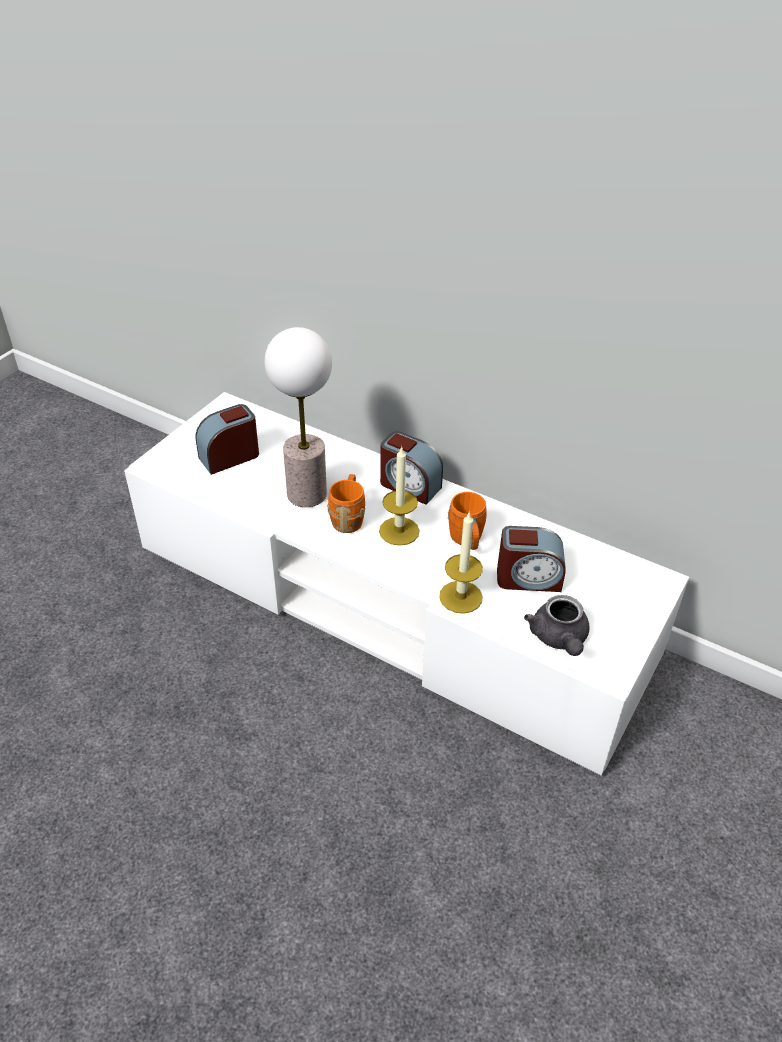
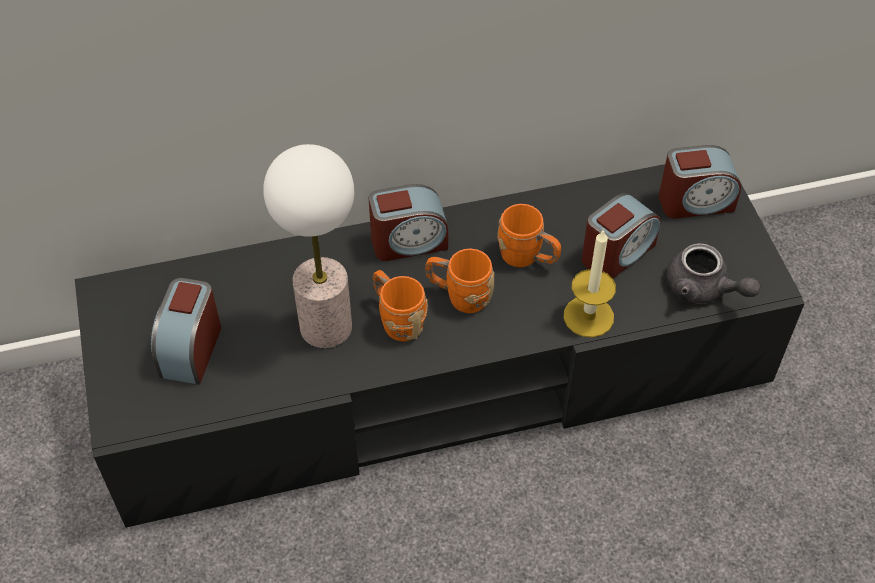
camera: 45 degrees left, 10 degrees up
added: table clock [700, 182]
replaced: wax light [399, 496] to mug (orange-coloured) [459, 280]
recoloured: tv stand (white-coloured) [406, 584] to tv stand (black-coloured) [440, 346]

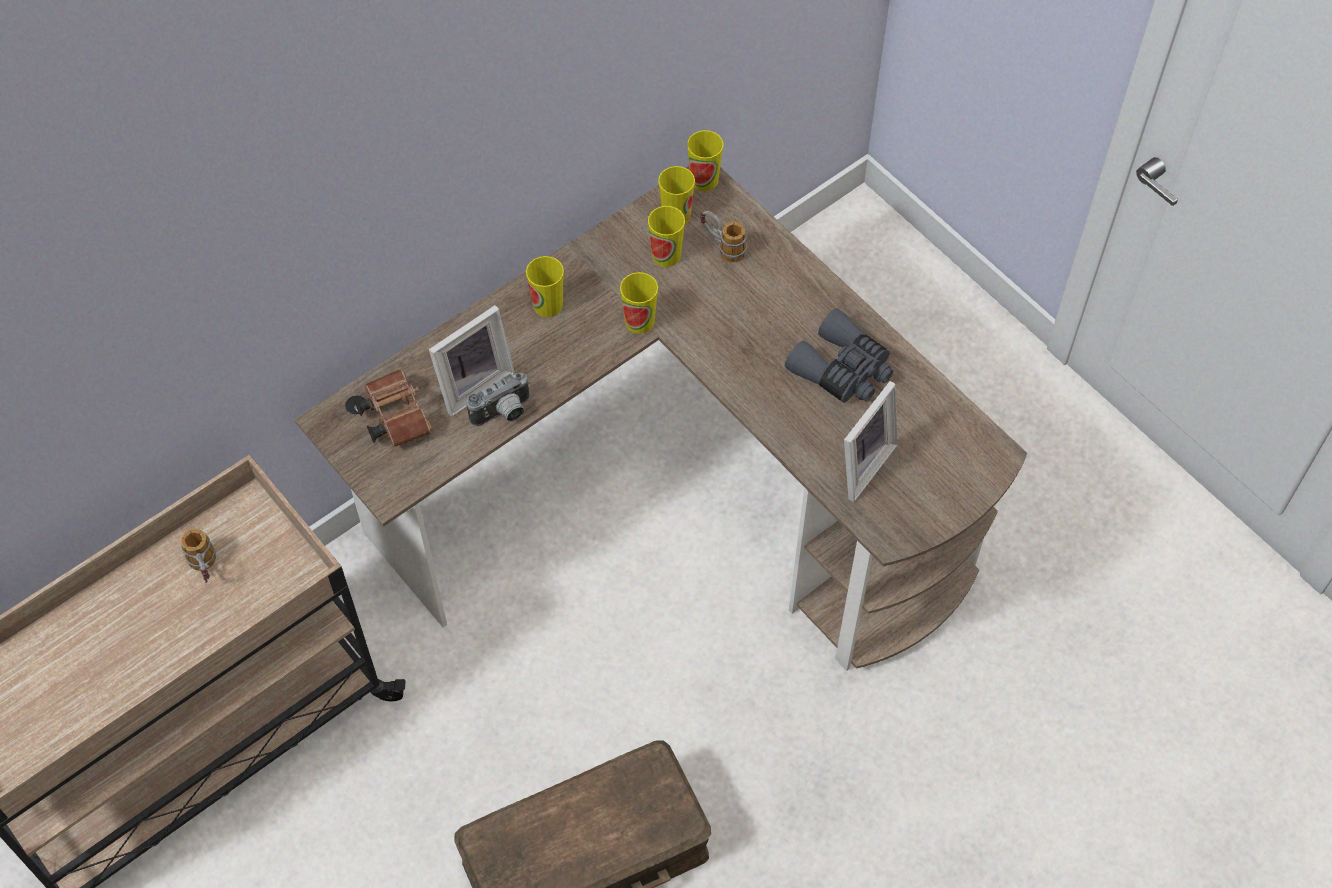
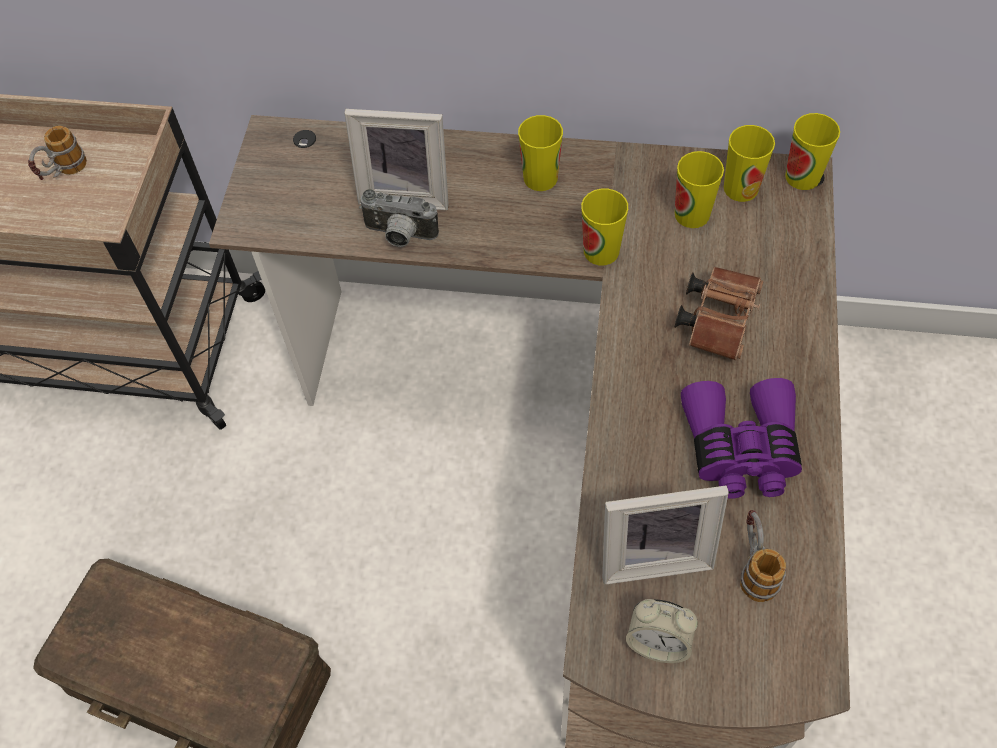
camera: 50 degrees right, 0 degrees up
added: table clock [662, 631]
moved: binoculars (brown-coloured) [393, 408] to [719, 314]; mug [723, 236] to [763, 556]
recoloured: binoculars (grey) [839, 355] to binoculars (purple-coloured) [741, 438]

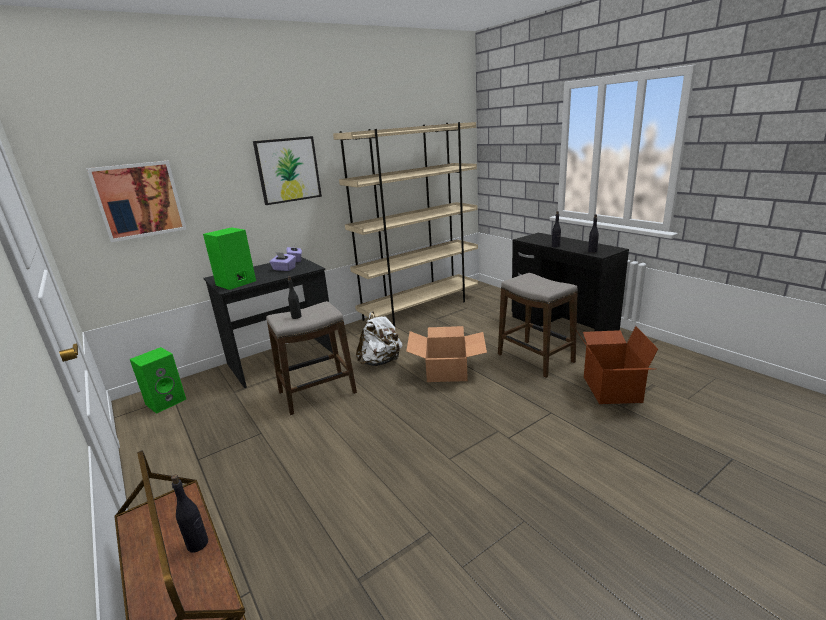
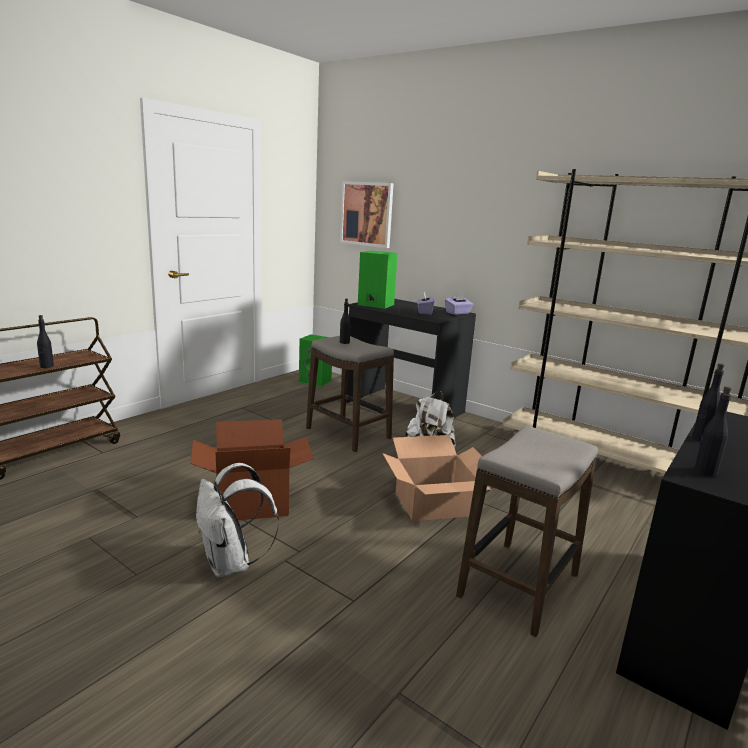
camera: 70 degrees right, 5 degrees down
removed: wall art [287, 170]
added: backpack (white-coloured) [237, 520]
moved: carton [617, 365] to [252, 469]

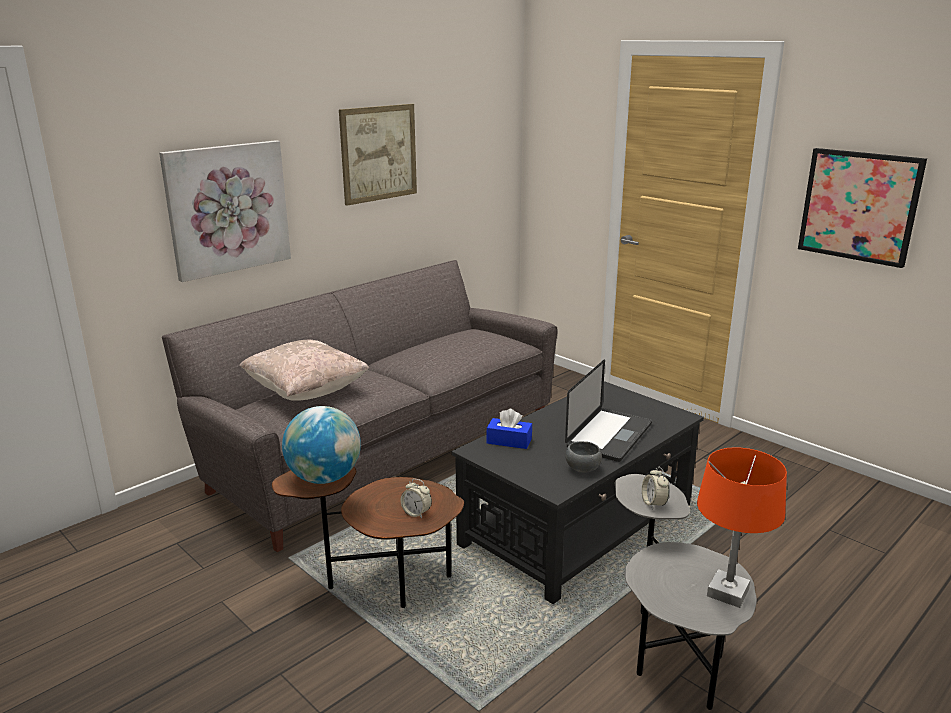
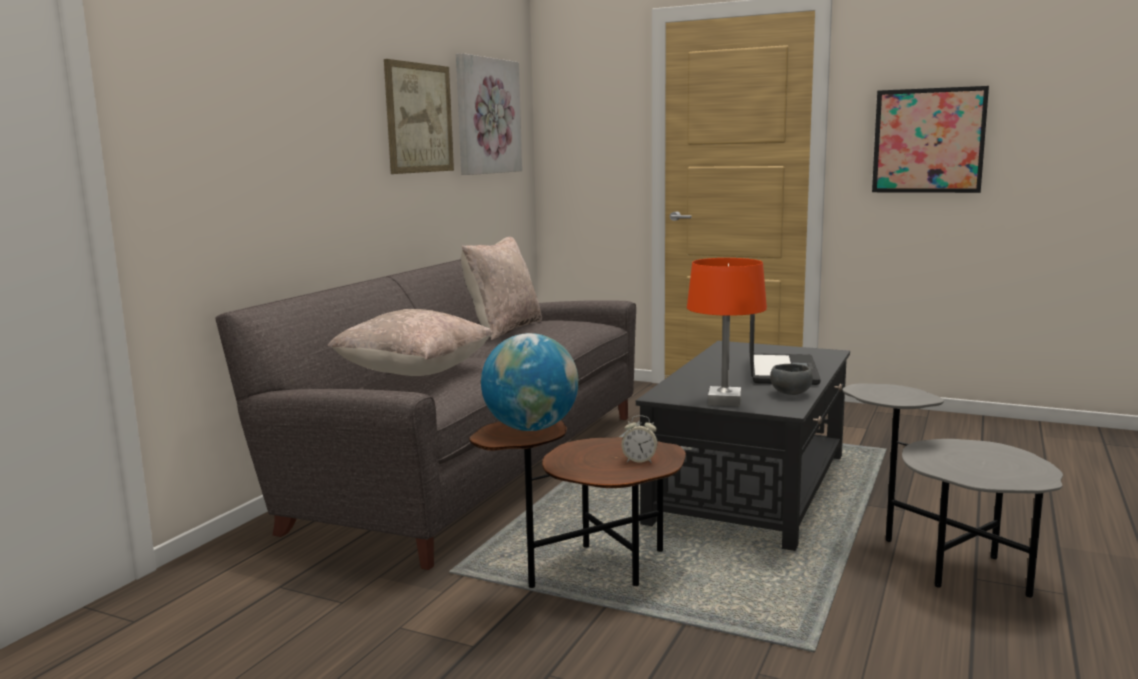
camera: 20 degrees left, 10 degrees down
removed: tissue box (blue) [509, 429]; table clock [655, 488]
added: throw pillow (beige) [501, 289]
moved: wall art [225, 211] to [489, 114]; lamp for a table (orange-coloured) [742, 527] to [727, 332]

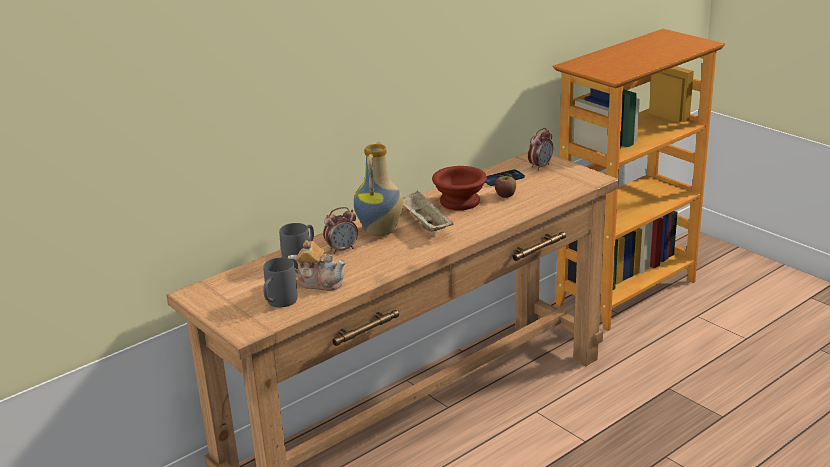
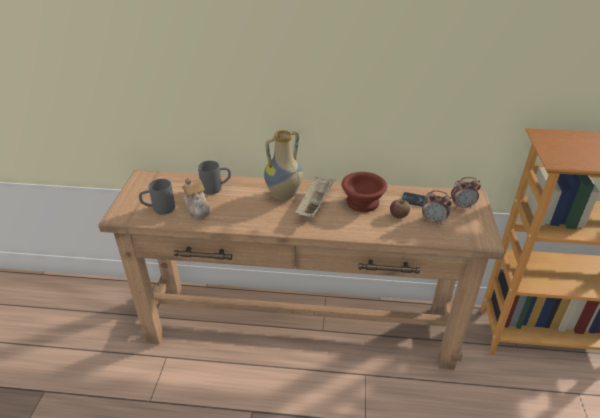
camera: 45 degrees right, 10 degrees up
moved: table clock [340, 230] to [437, 207]

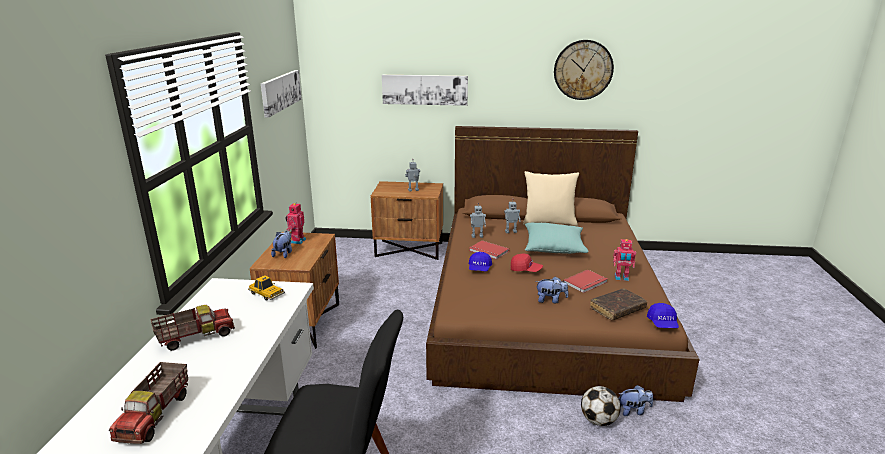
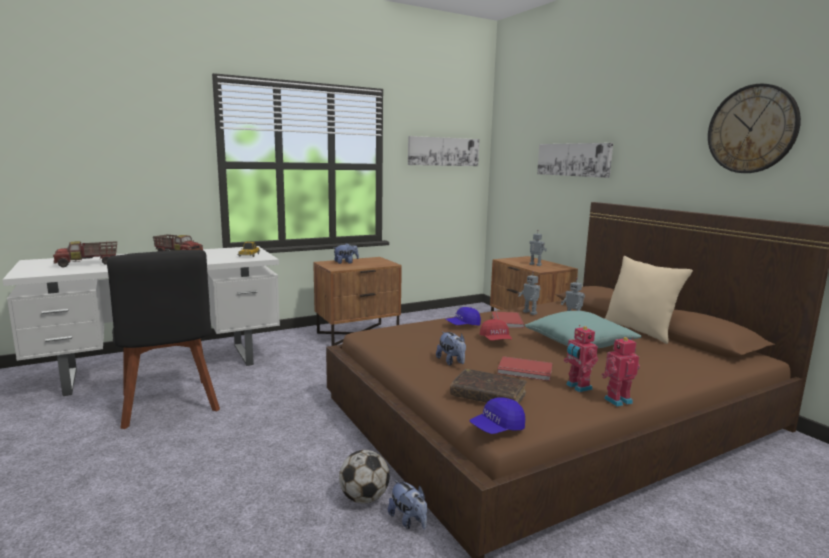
camera: 55 degrees right, 10 degrees down
moved: robot figure [296, 223] to [621, 372]

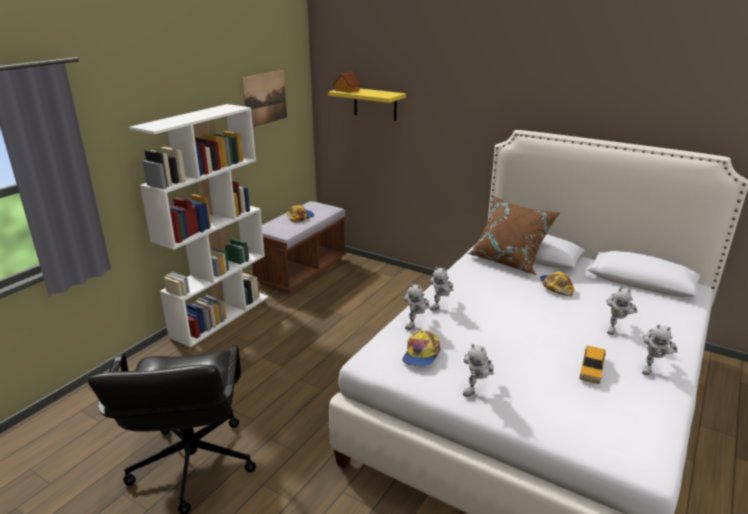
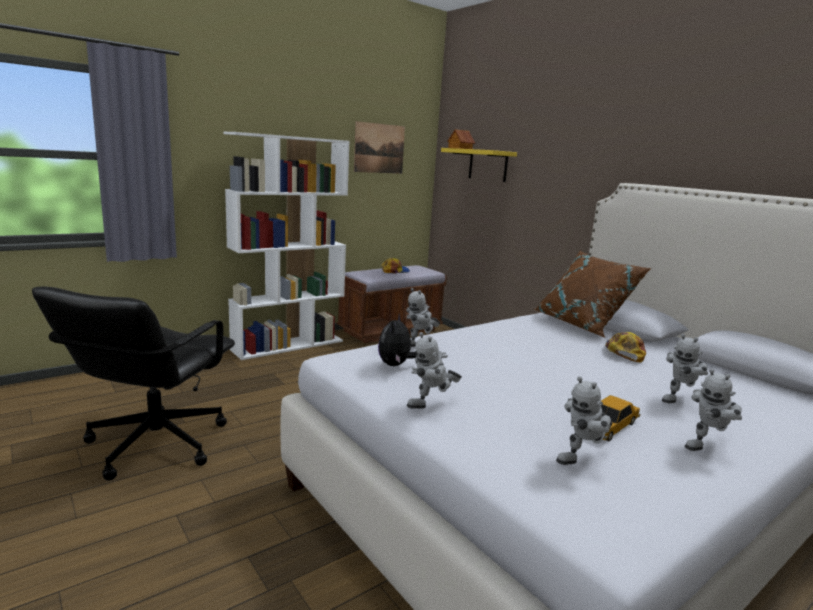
camera: 20 degrees right, 10 degrees down
moved: robot figure [441, 289] to [584, 420]
replaced: peaked cap [421, 348] to soft toy [397, 340]

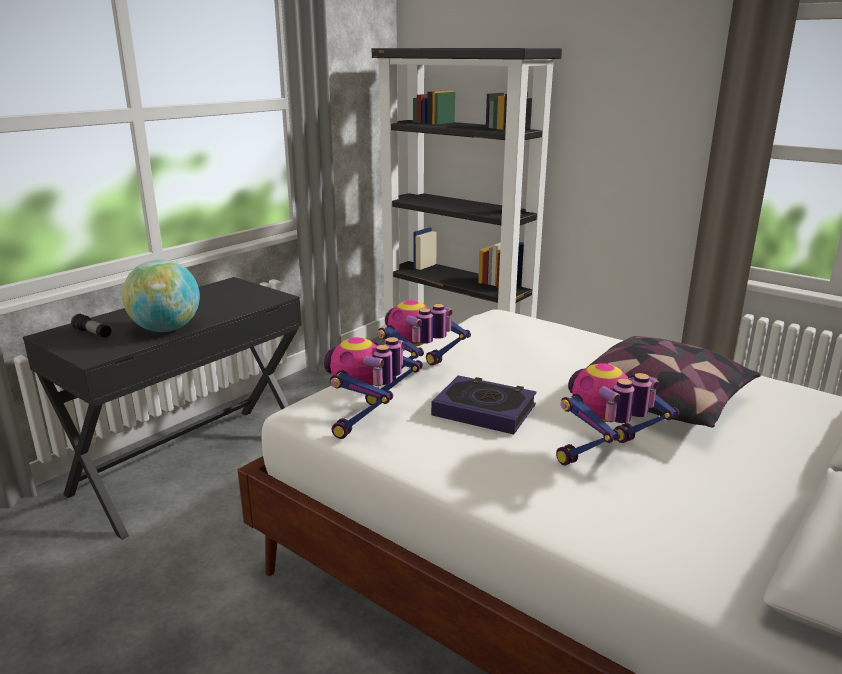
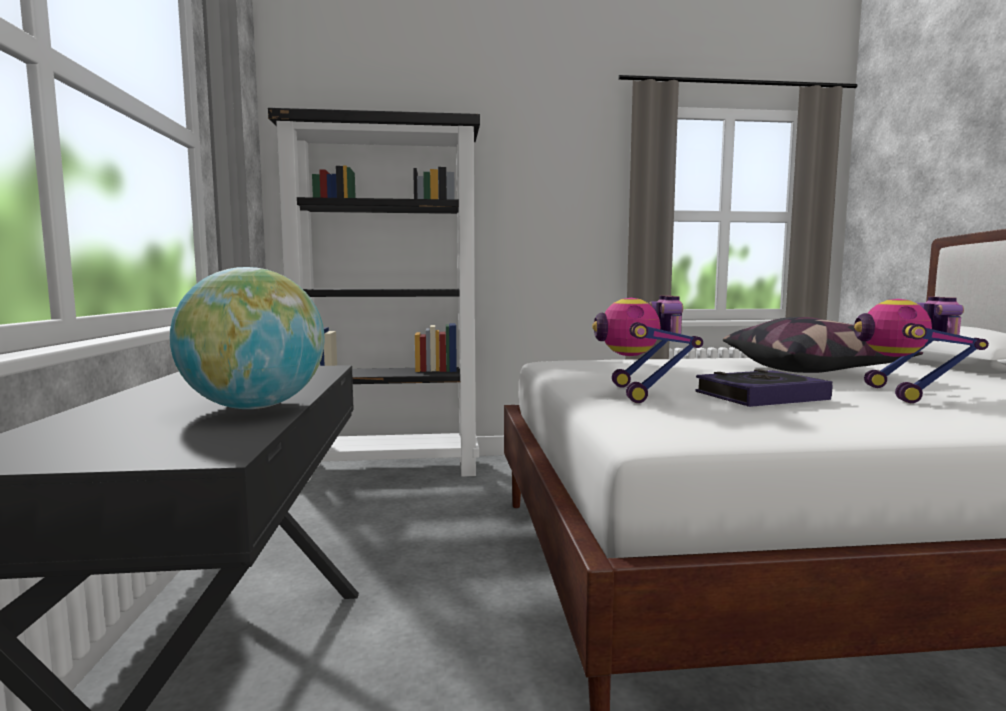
camera: 45 degrees left, 15 degrees down
removed: hand torch [91, 326]; robot figure [373, 388]

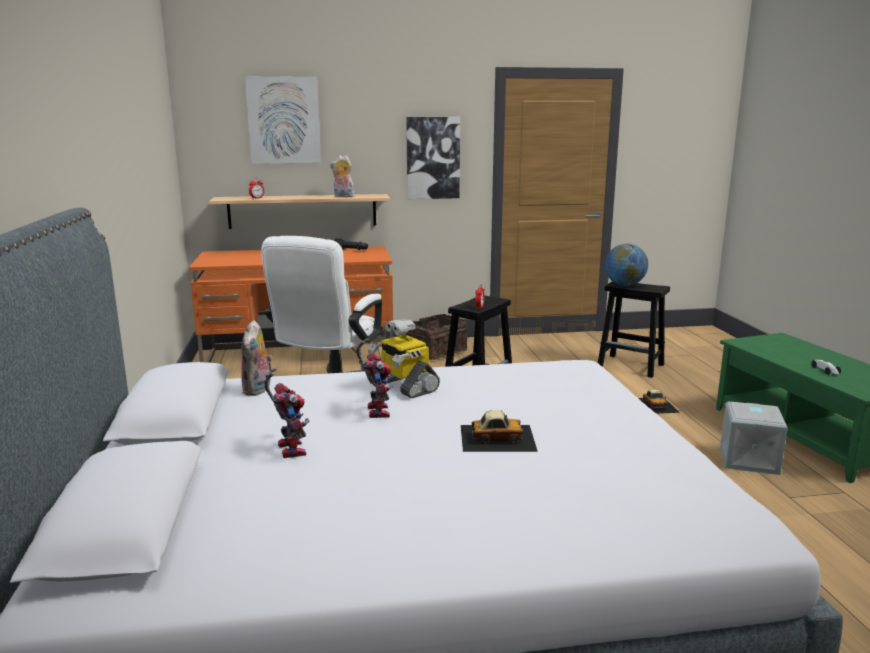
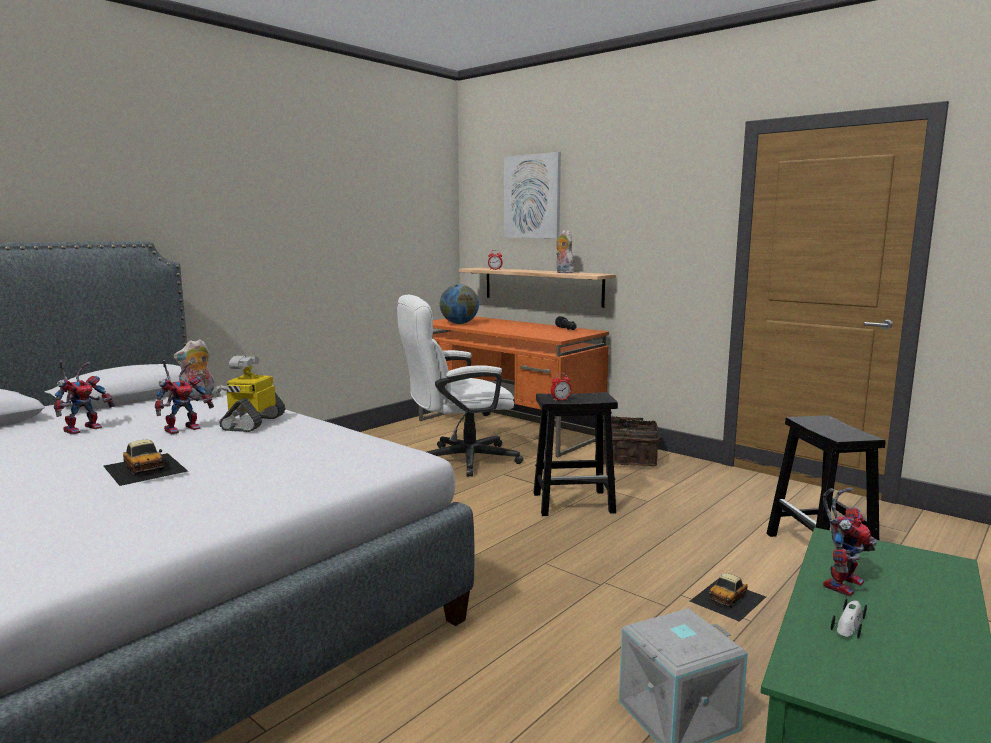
camera: 50 degrees right, 5 degrees down
removed: wall art [433, 158]
added: robot figure [850, 542]
moved: world globe [626, 265] to [459, 304]

